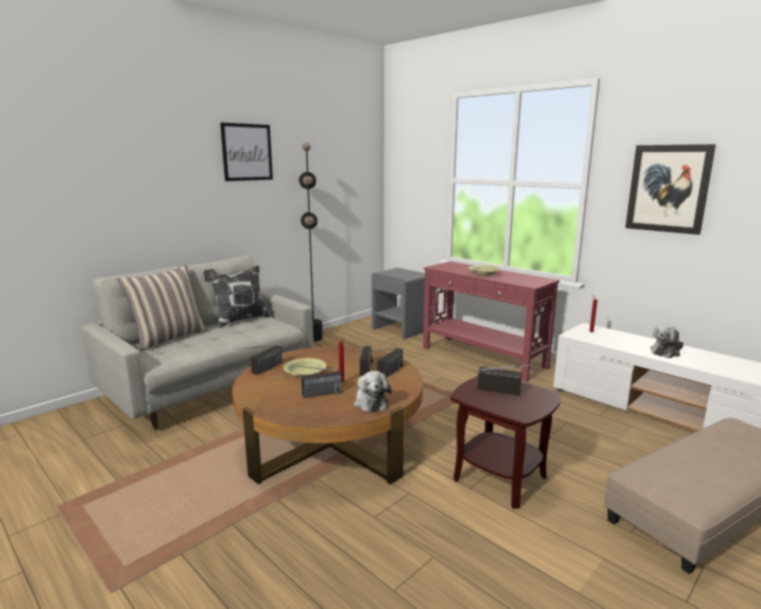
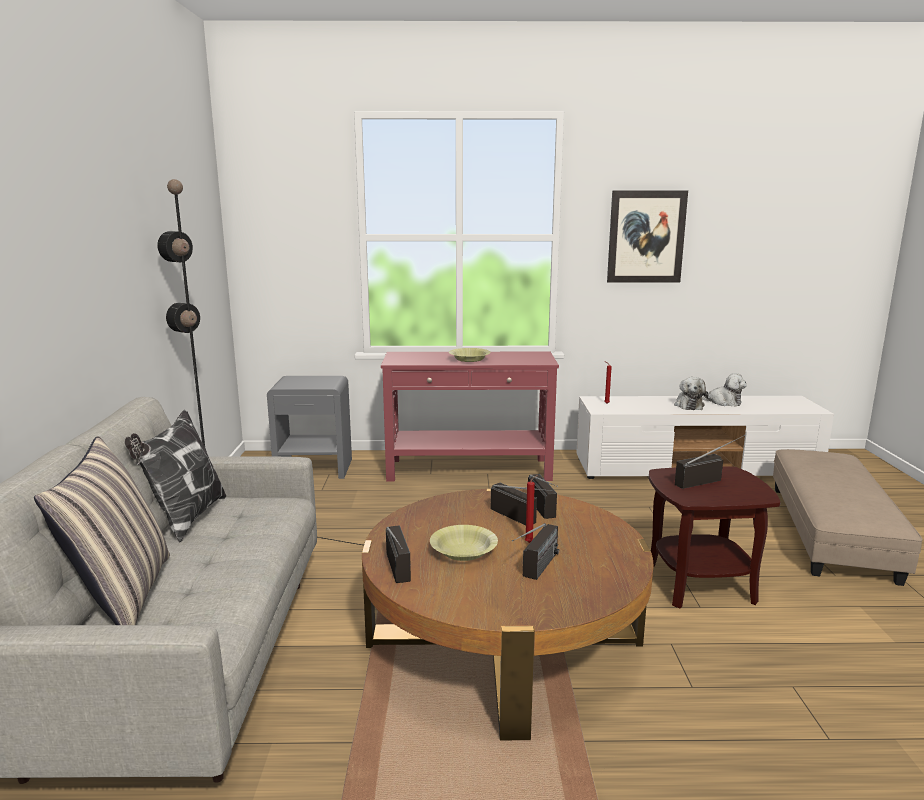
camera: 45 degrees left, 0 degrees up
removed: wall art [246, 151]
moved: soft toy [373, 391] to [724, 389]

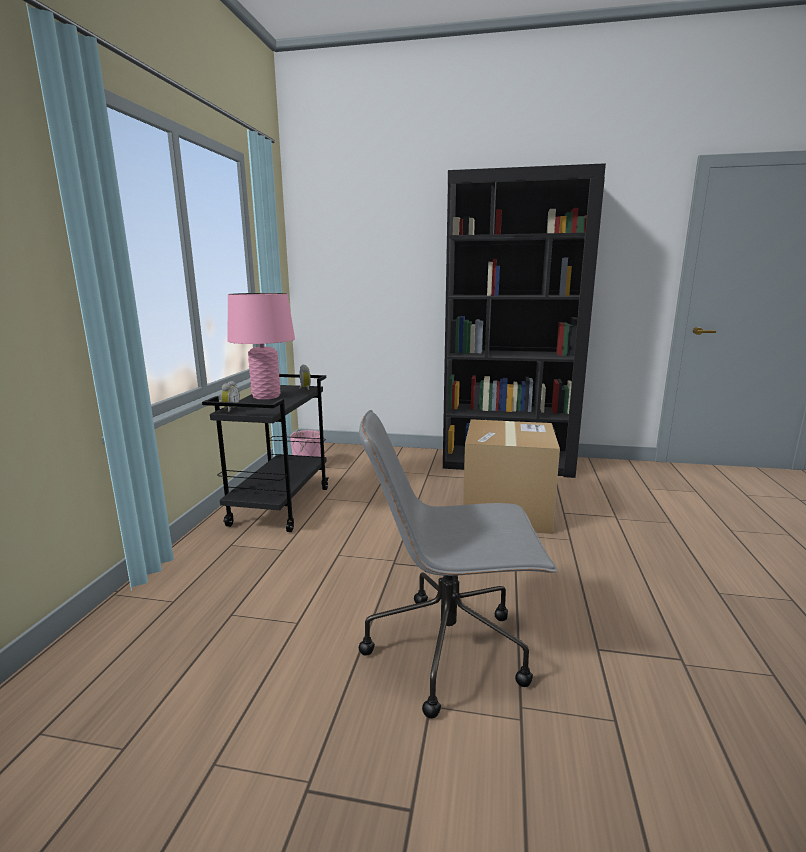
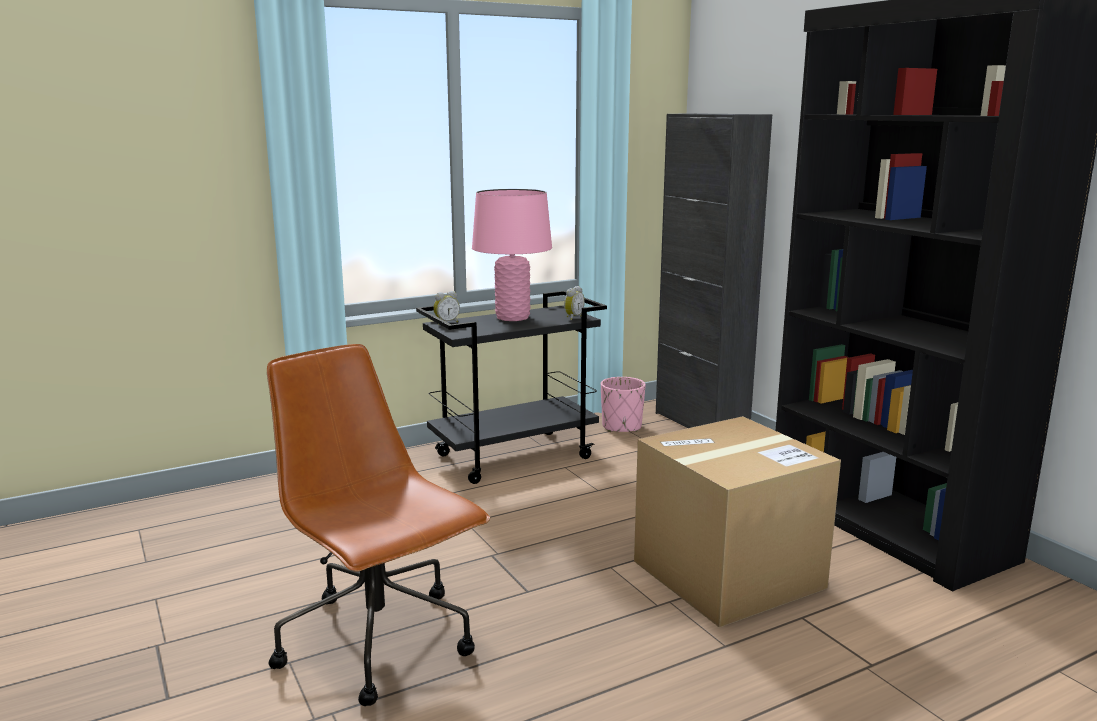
camera: 50 degrees right, 0 degrees up
added: storage cabinet (black-coloured) [714, 270]
recoloured: office chair (grey) [458, 564] to office chair (brown-coloured) [378, 525]

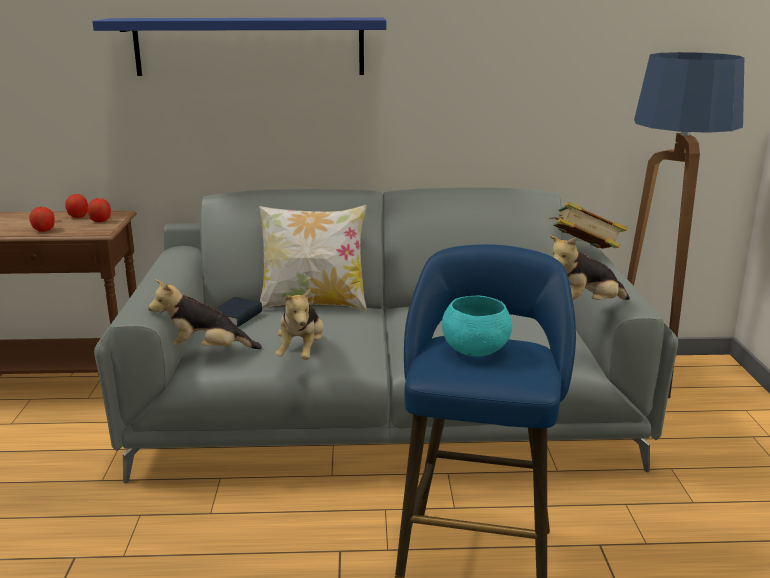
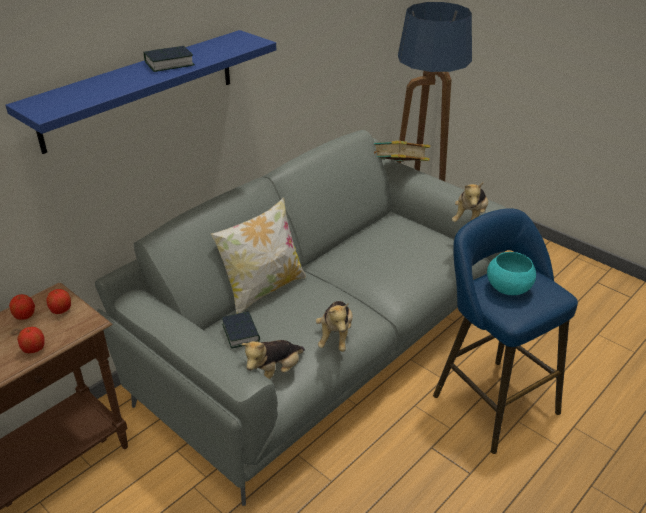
camera: 45 degrees left, 15 degrees up
added: book [169, 59]
turned: soft toy [299, 324] = [334, 326] 45 degrees clockwise

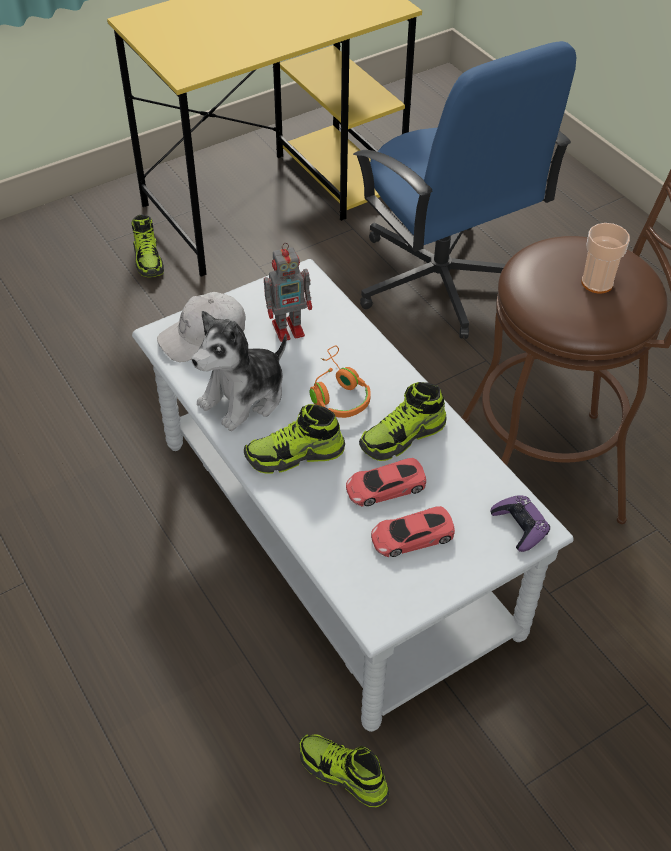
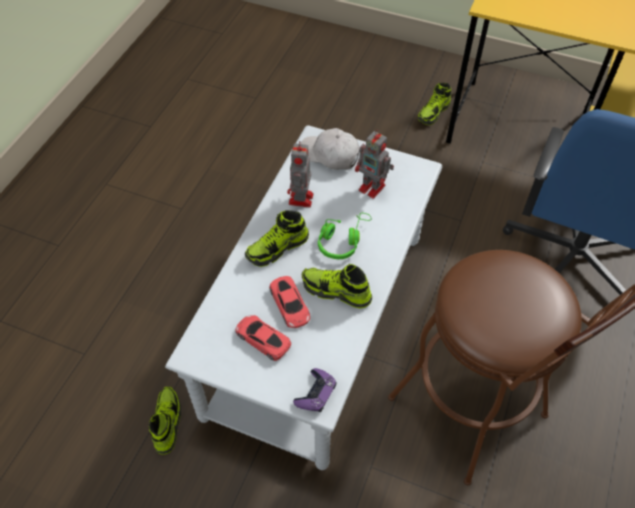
camera: 55 degrees right, 5 degrees up
removed: cup [606, 258]
replaced: soft toy [239, 371] to robot figure [300, 174]
recoloured: headset (orange-coloured) [340, 382] to headset (green-coloured) [344, 236]
turned: shoe [294, 439] = [277, 238] 75 degrees counterclockwise; miniature car (reddish) [386, 482] = [289, 302] 150 degrees counterclockwise

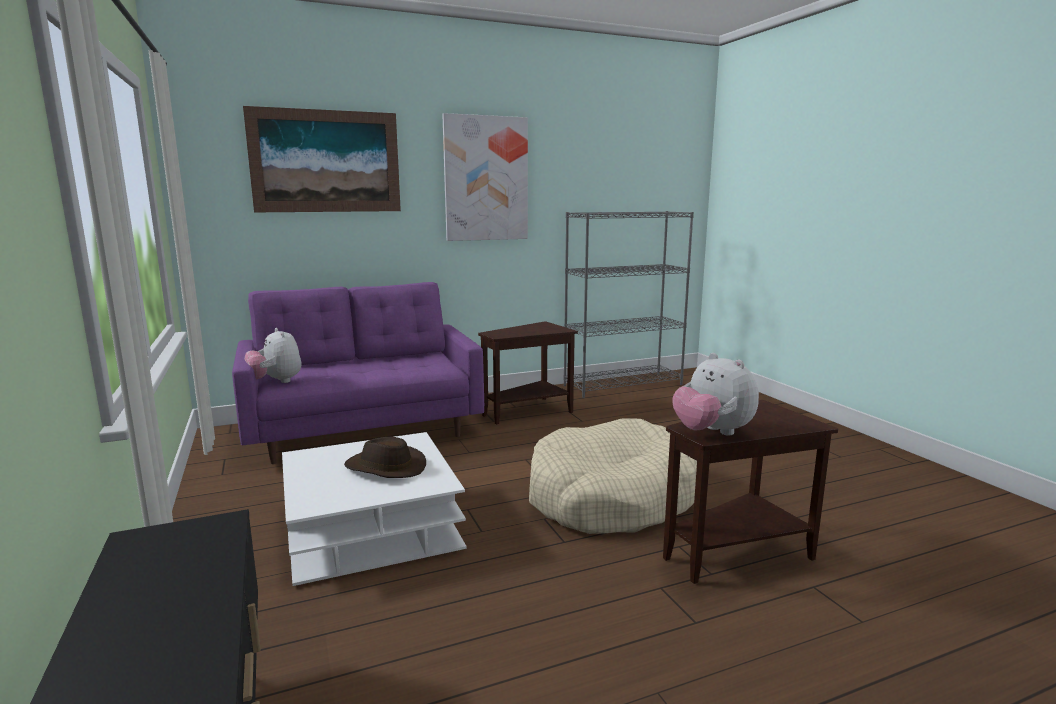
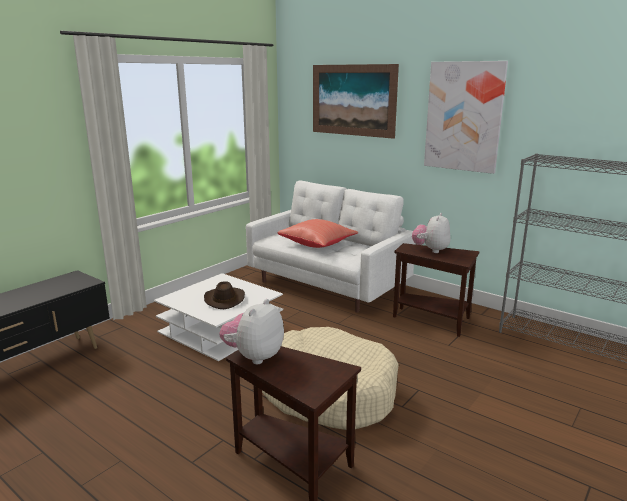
camera: 60 degrees right, 5 degrees up
added: throw pillow (reddish) [317, 233]
moved: soft toy [272, 355] to [431, 233]
recoloured: sofa (purple-coloured) [358, 373] to sofa (white-coloured) [330, 246]

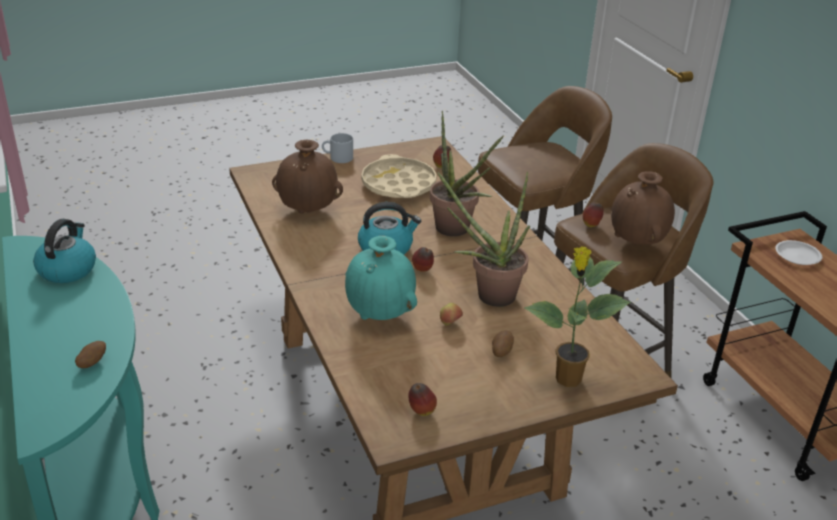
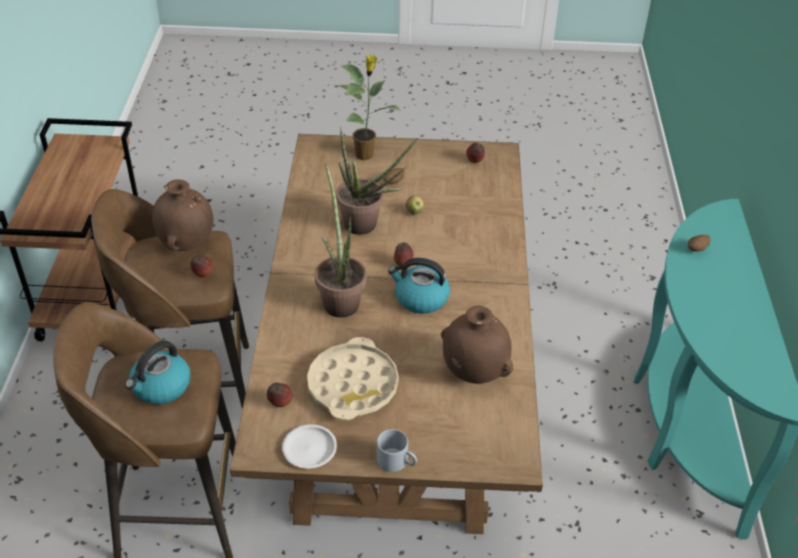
camera: 155 degrees left, 10 degrees up
removed: vase (blue-green) [381, 278]
moved: water kettle [64, 251] to [158, 372]; flat dish (white-coloured) [799, 252] to [309, 446]

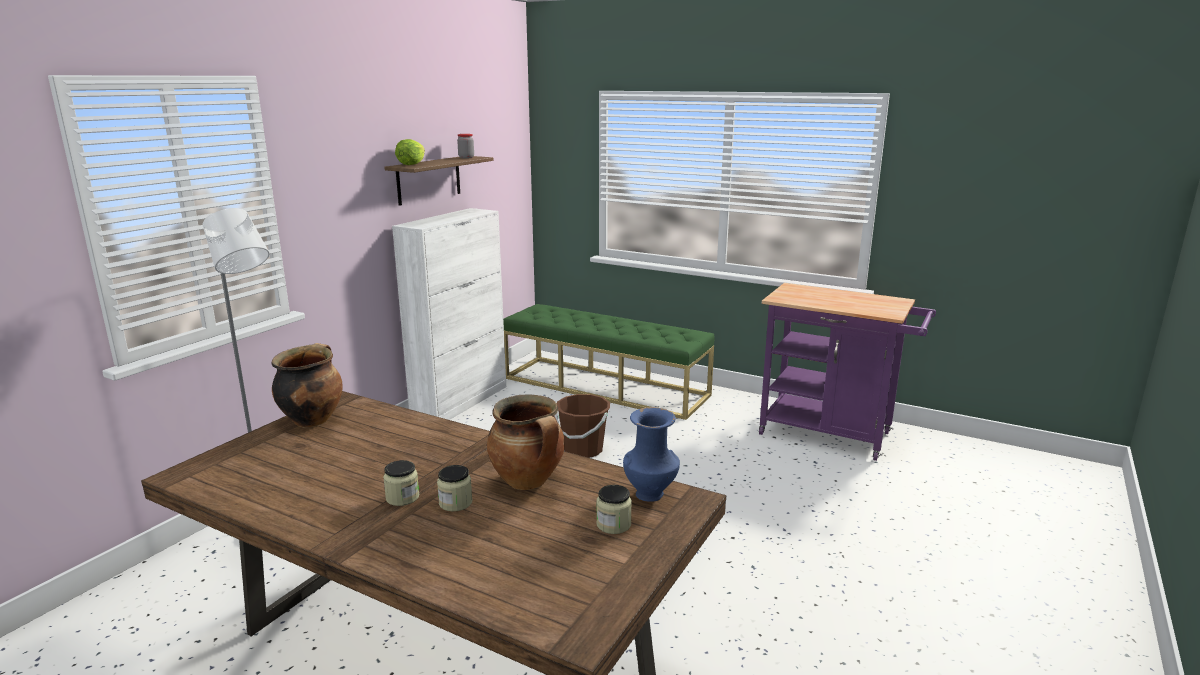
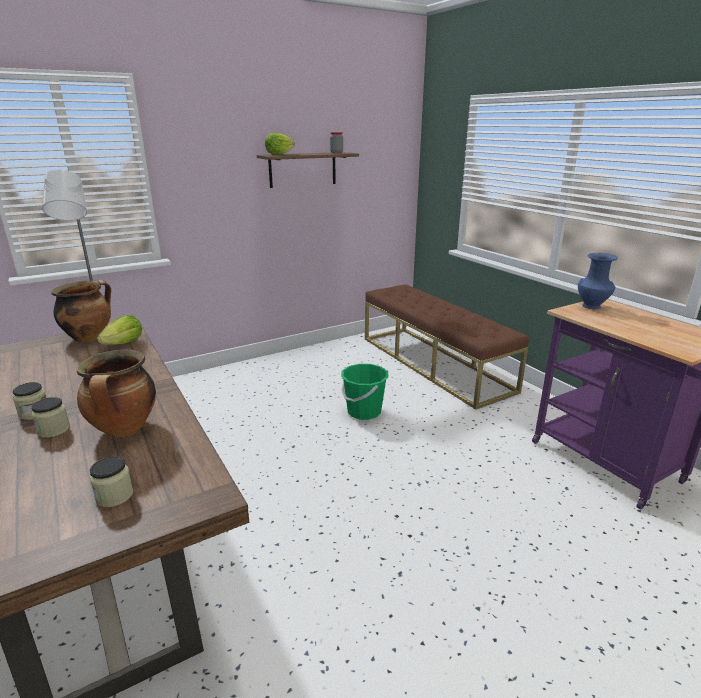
camera: 30 degrees right, 5 degrees up
removed: storage cabinet (white-coloured) [449, 314]
added: lettuce head [119, 330]
moved: vase (blue) [651, 454] to [598, 281]
recoloured: bench (green-coloured) [609, 362] to bench (brown-coloured) [447, 347]; pail (brown-coloured) [582, 426] to pail (green-coloured) [365, 392]

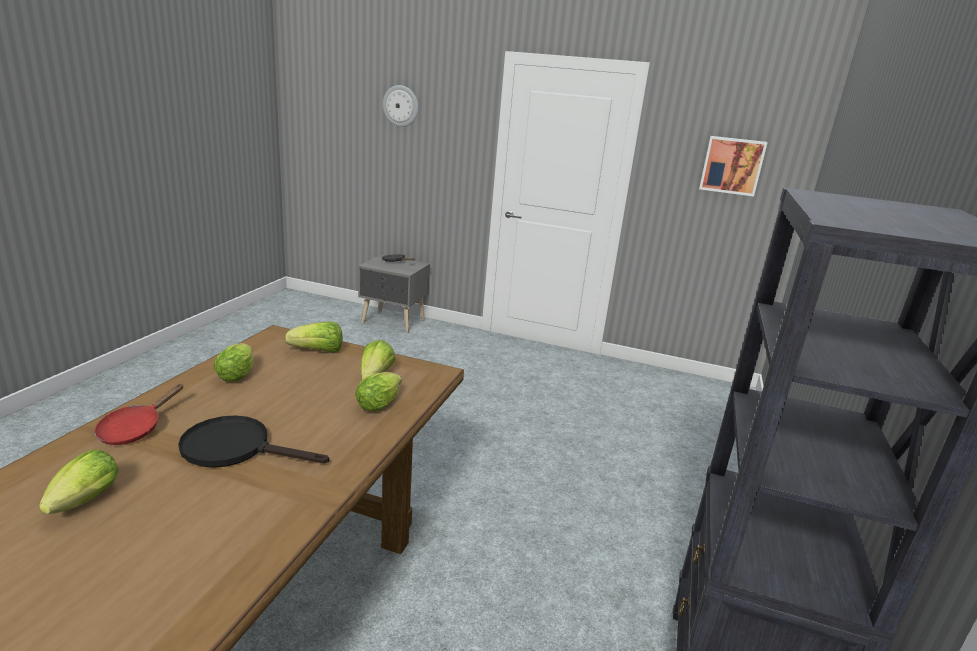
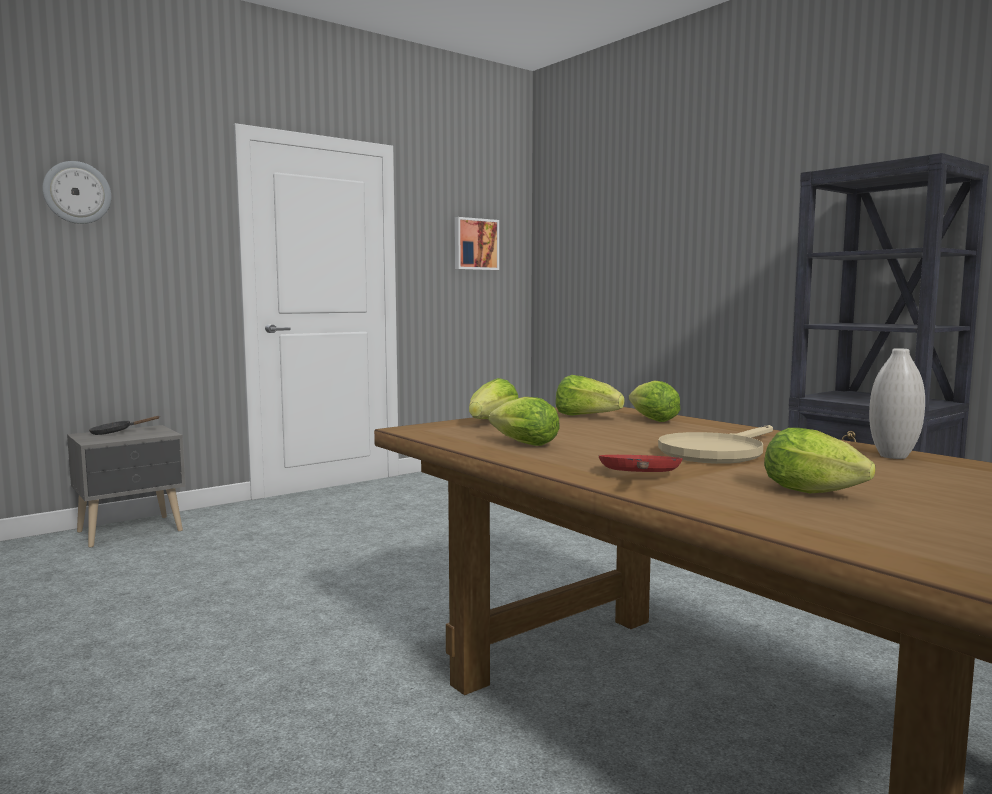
camera: 55 degrees left, 15 degrees down
added: vase (white-coloured) [897, 403]
recoloured: skillet (black-coloured) [253, 441] to skillet (beige) [715, 444]
turned: skillet (reddish) [138, 414] = [641, 463] 135 degrees counterclockwise

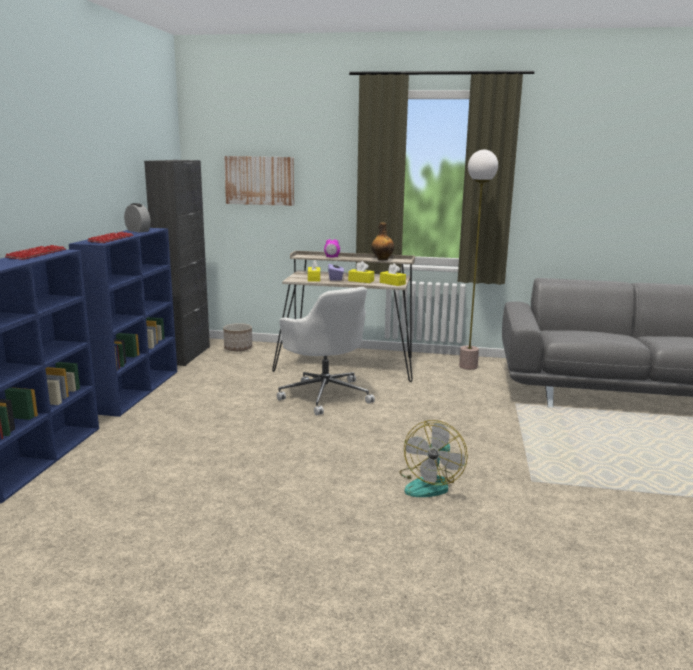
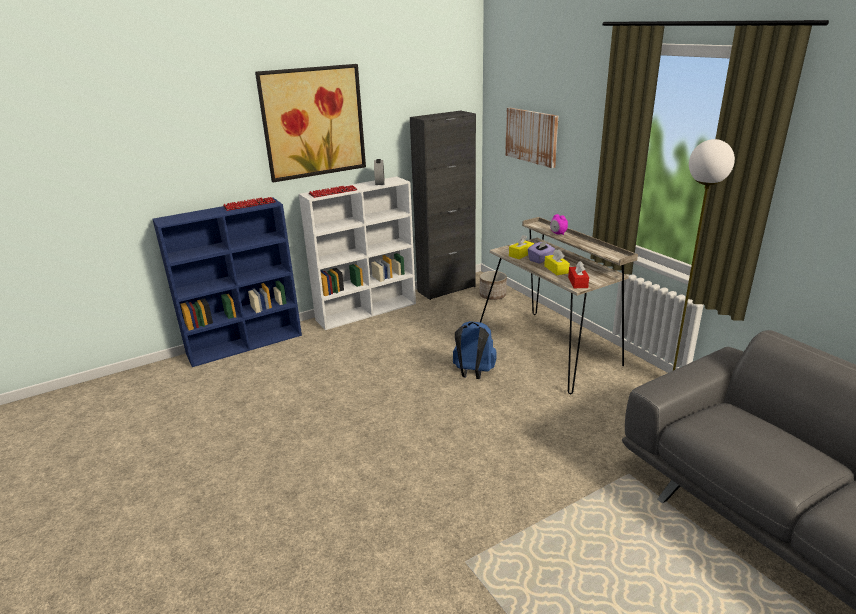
camera: 50 degrees right, 10 degrees up
removed: bottle [382, 241]; electric fan [434, 458]
added: wall art [310, 123]
replaced: office chair (white-coloured) [326, 351] to backpack (blue) [475, 350]
recoloured: bookshelf (blue) [123, 322] to bookshelf (white-coloured) [357, 253]; tissue box (yellow) [393, 274] to tissue box (reddish) [578, 274]

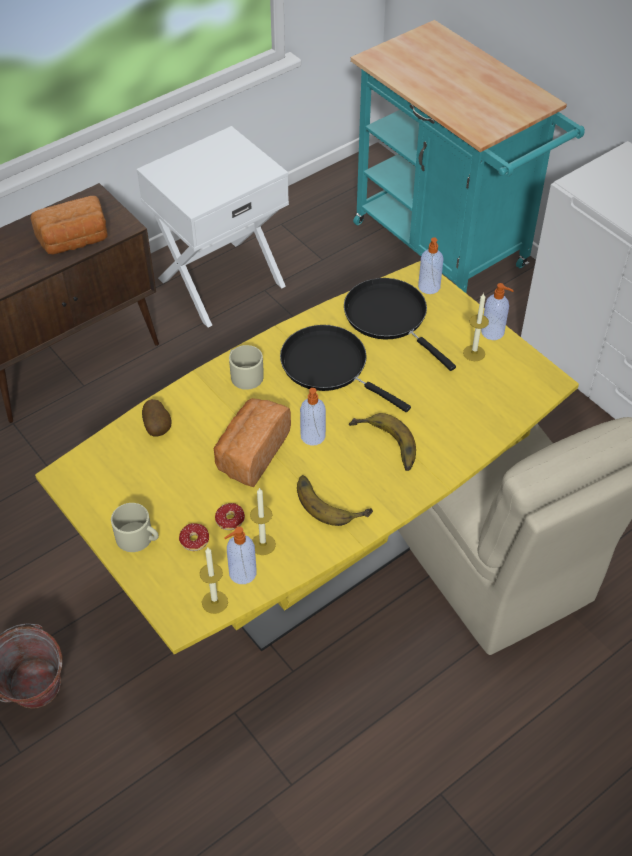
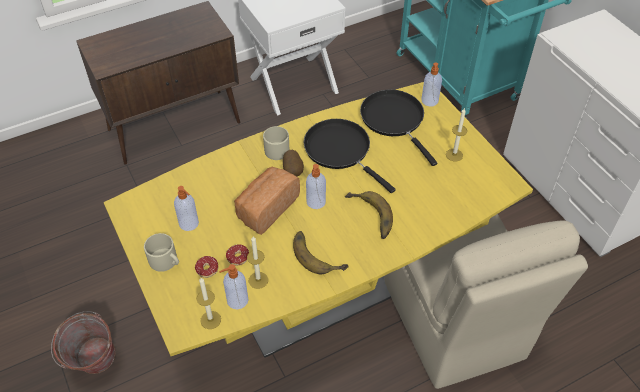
camera: 10 degrees right, 0 degrees up
removed: baked bread [69, 225]
moved: potato [156, 417] to [293, 163]; soap dispenser [497, 311] to [186, 208]

